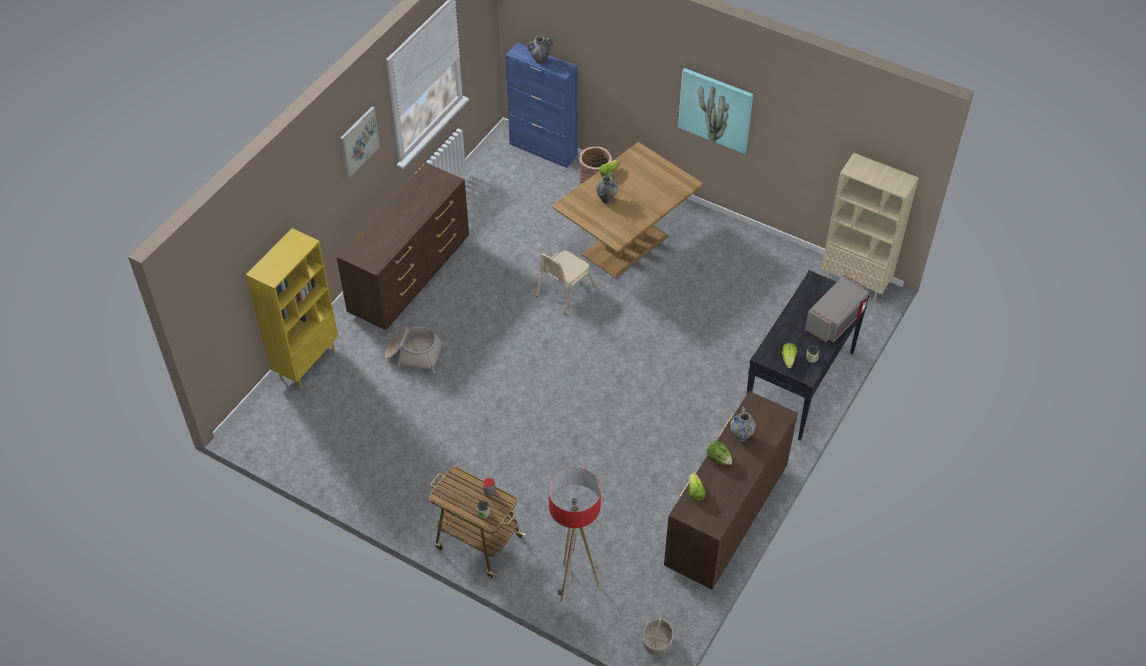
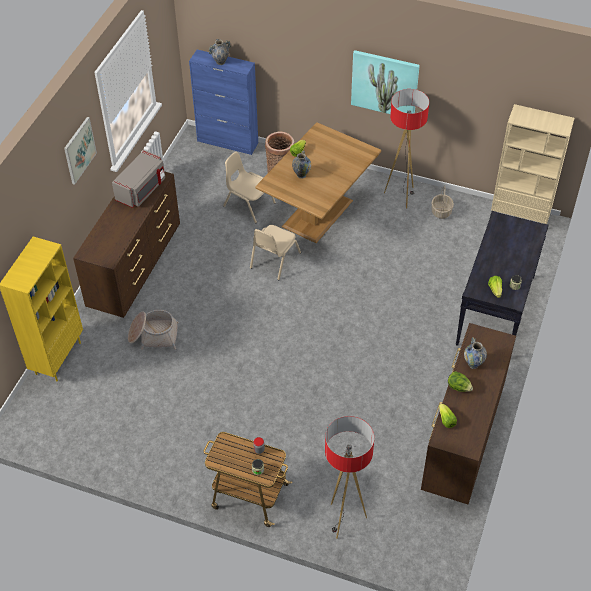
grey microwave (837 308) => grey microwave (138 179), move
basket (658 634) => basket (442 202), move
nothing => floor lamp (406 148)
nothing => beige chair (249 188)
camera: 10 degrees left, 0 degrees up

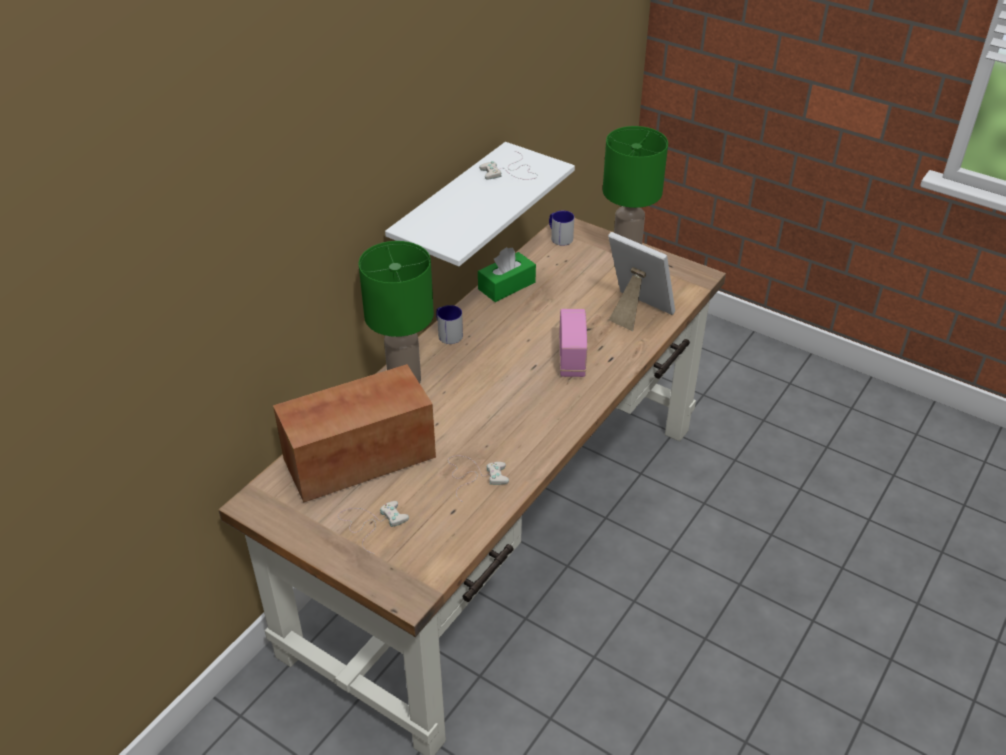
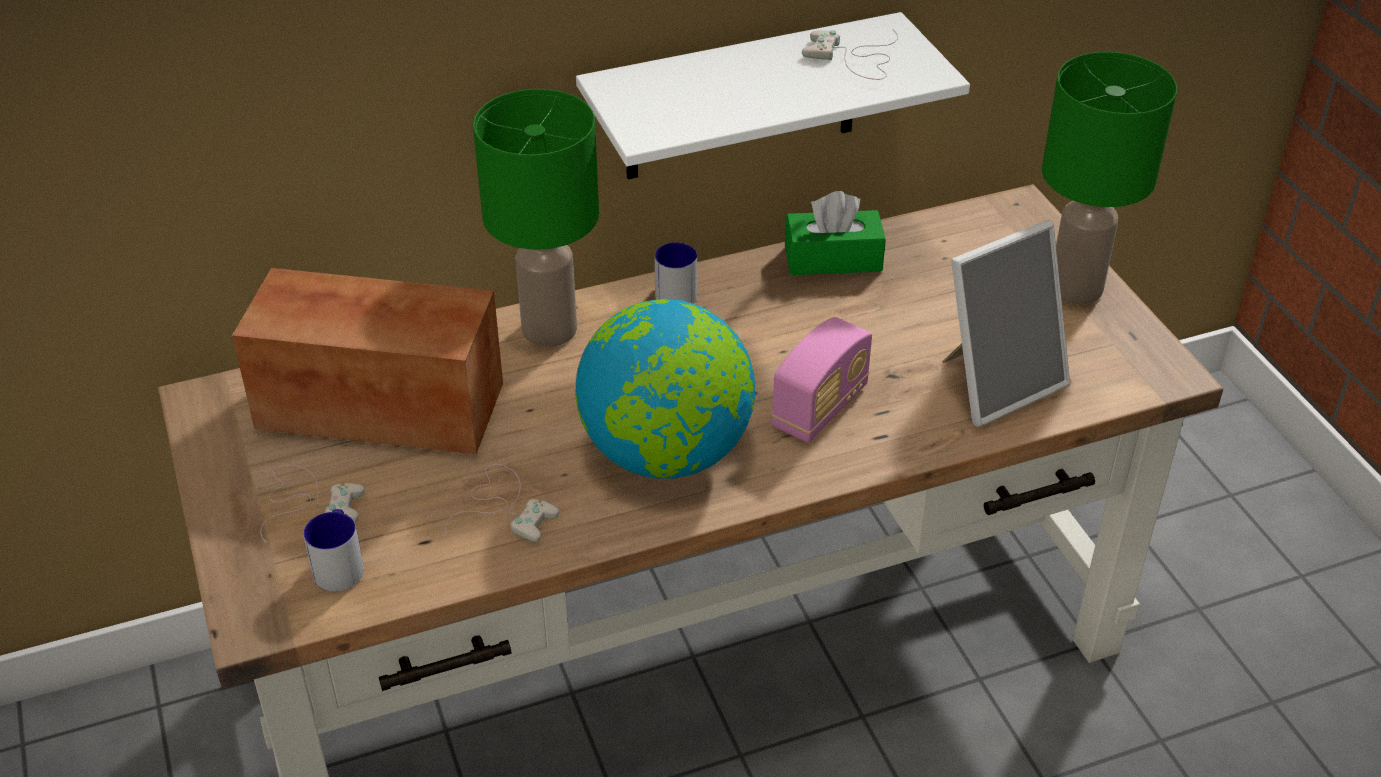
mug (561 228) => mug (333 550), move
picture frame (641 281) => picture frame (1006 323), 75 degrees clockwise
nothing => globe (665 389)
camera: 35 degrees right, 0 degrees up

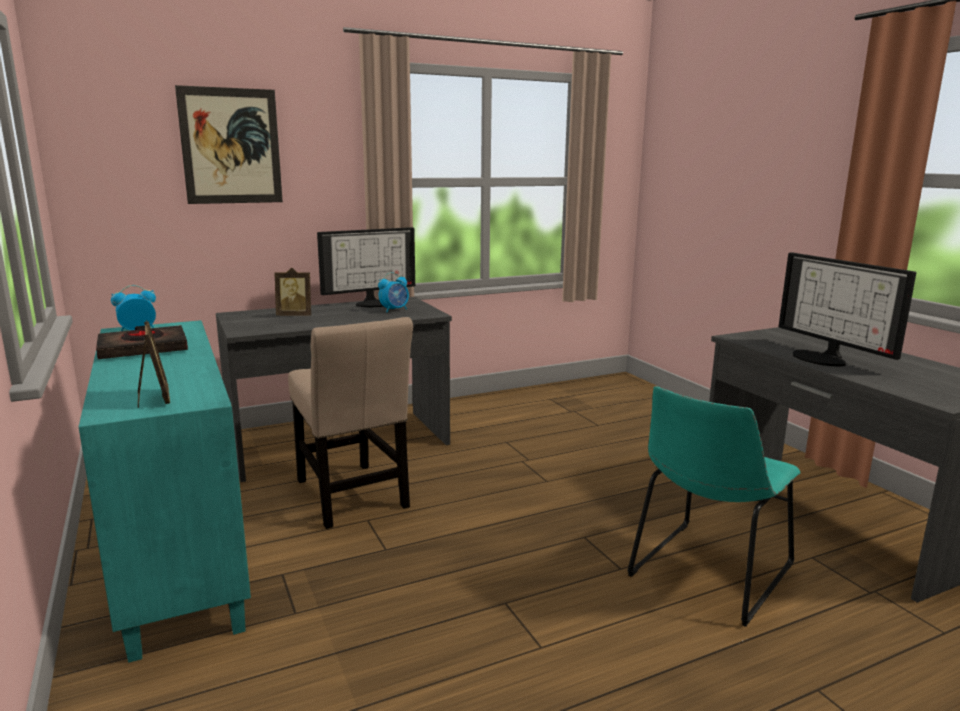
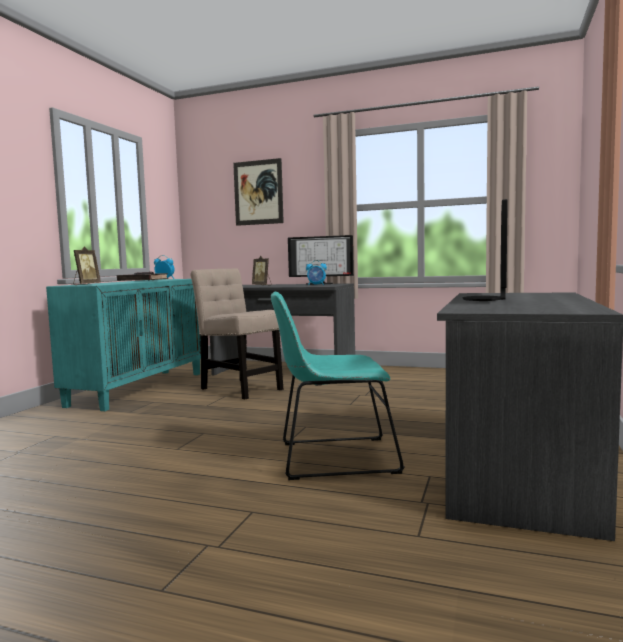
beige chair (350 423) => beige chair (237 333), 120 degrees clockwise
camera: 45 degrees right, 10 degrees down

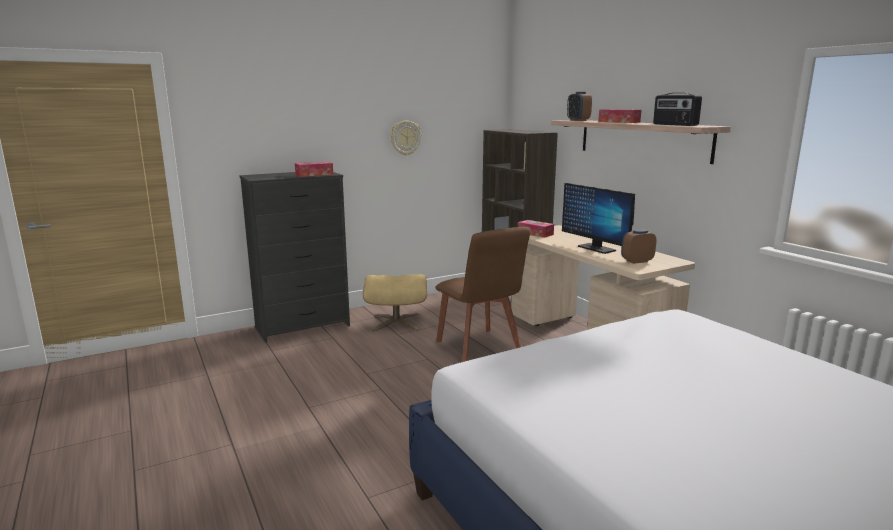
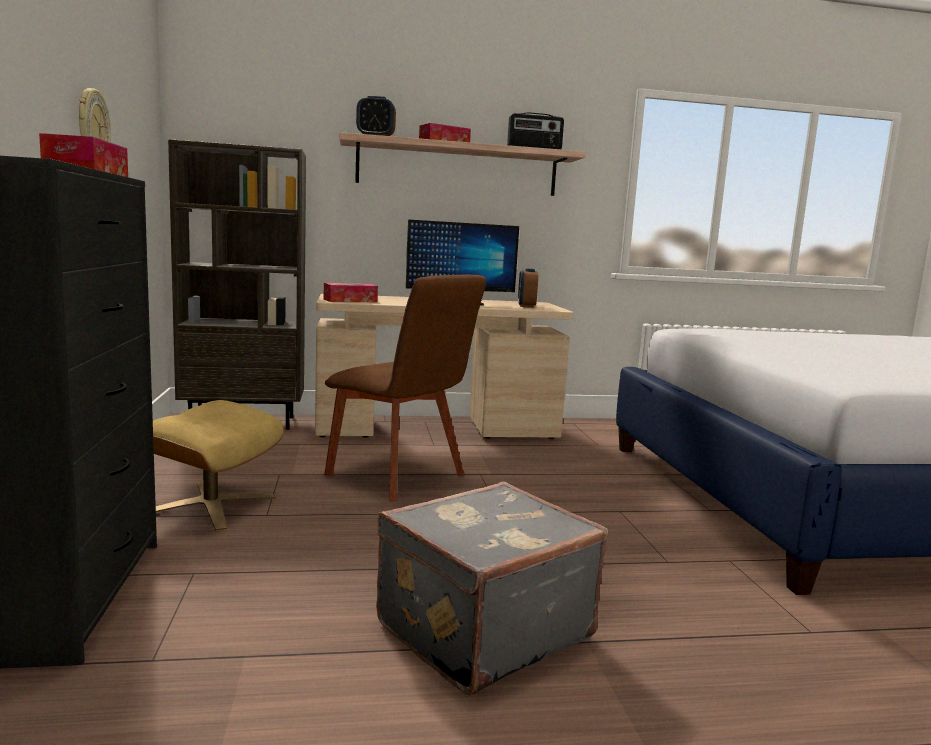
brown chair (483 294) => brown chair (405 388), 45 degrees clockwise
nothing => grey suitcase (492 589)
camera: 70 degrees left, 5 degrees down

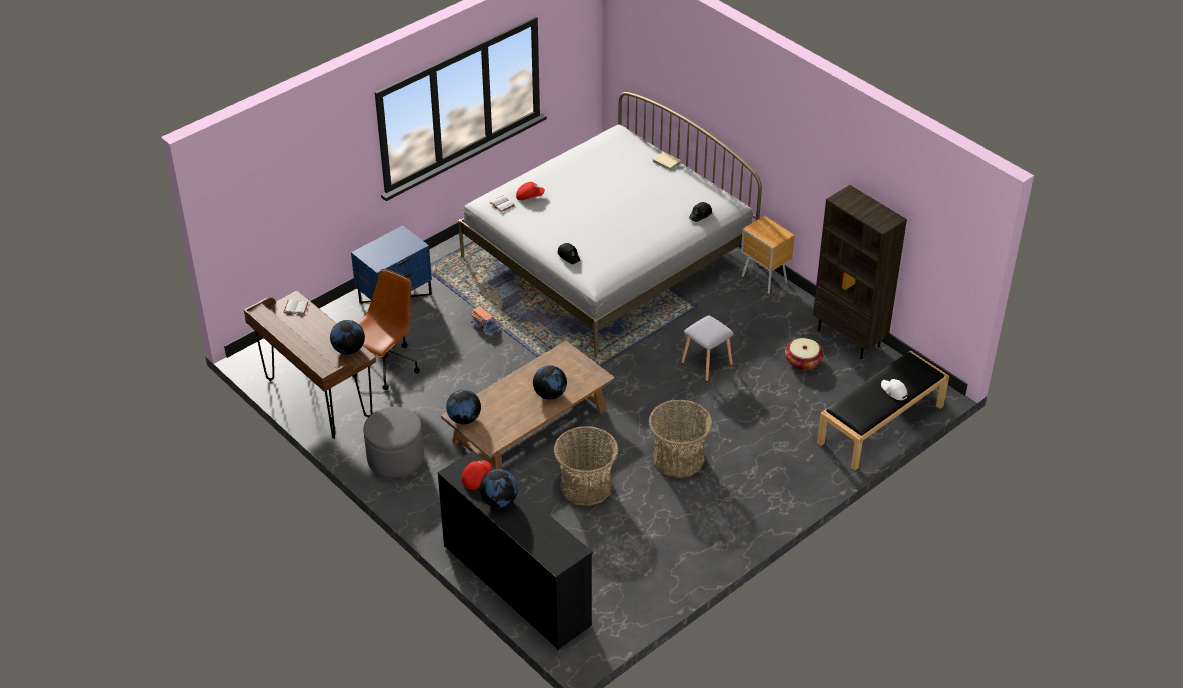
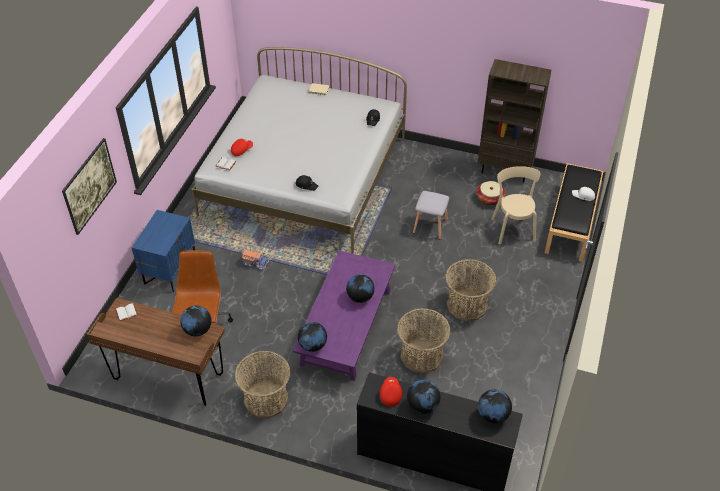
brown nightstand (768 255) => nothing
brown coffee table (528 405) => purple coffee table (344 316)
grey ottoman (393 442) => basket (263 384)
nothing => picture (89 186)
nothing => beige chair (516 205)
nothing => globe (495 406)
camera: 30 degrees left, 5 degrees up

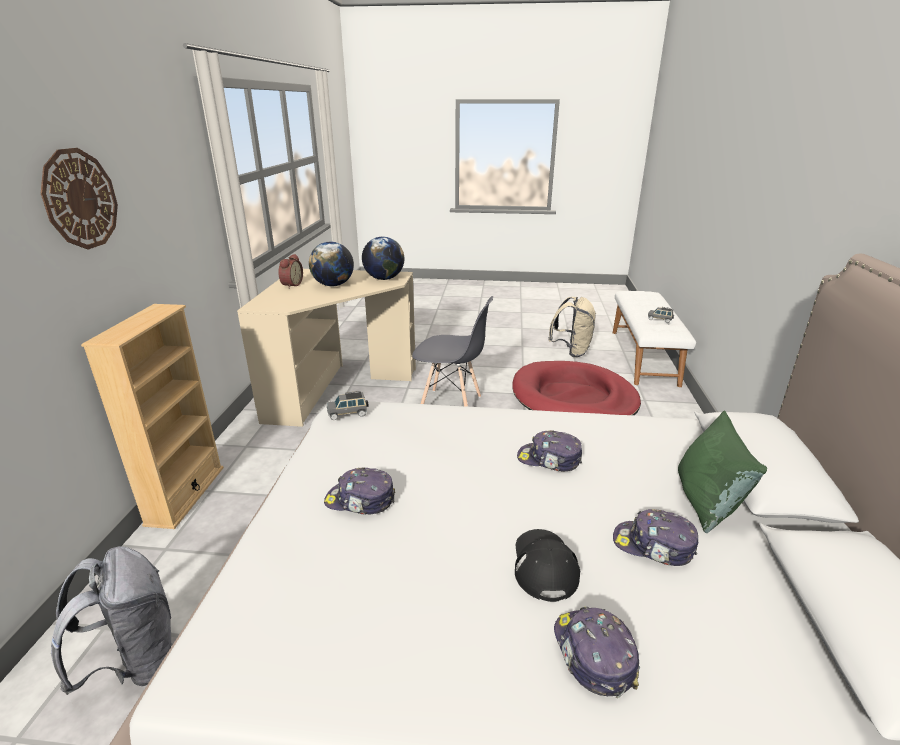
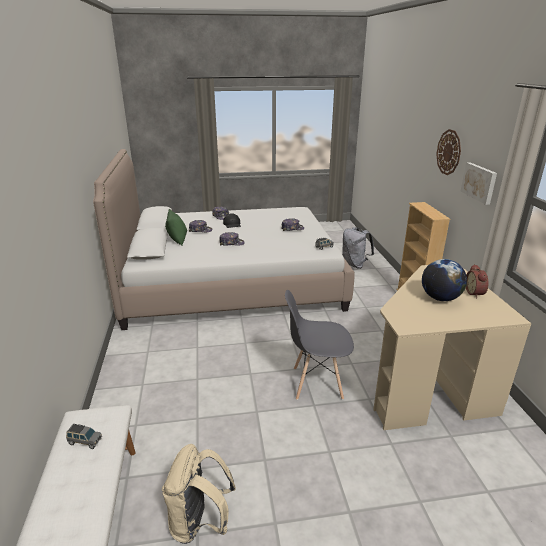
globe (383 258) => nothing
red dog bed (576 388) => nothing
nothing => picture (478 183)
camera: 165 degrees right, 0 degrees up

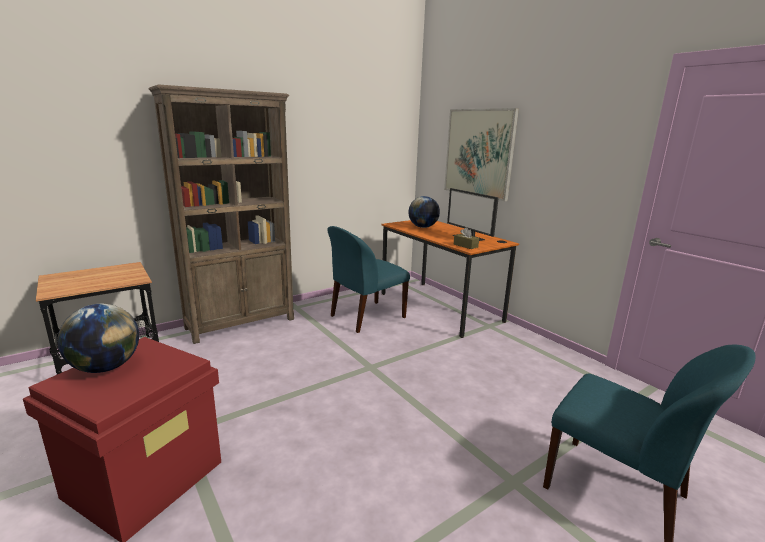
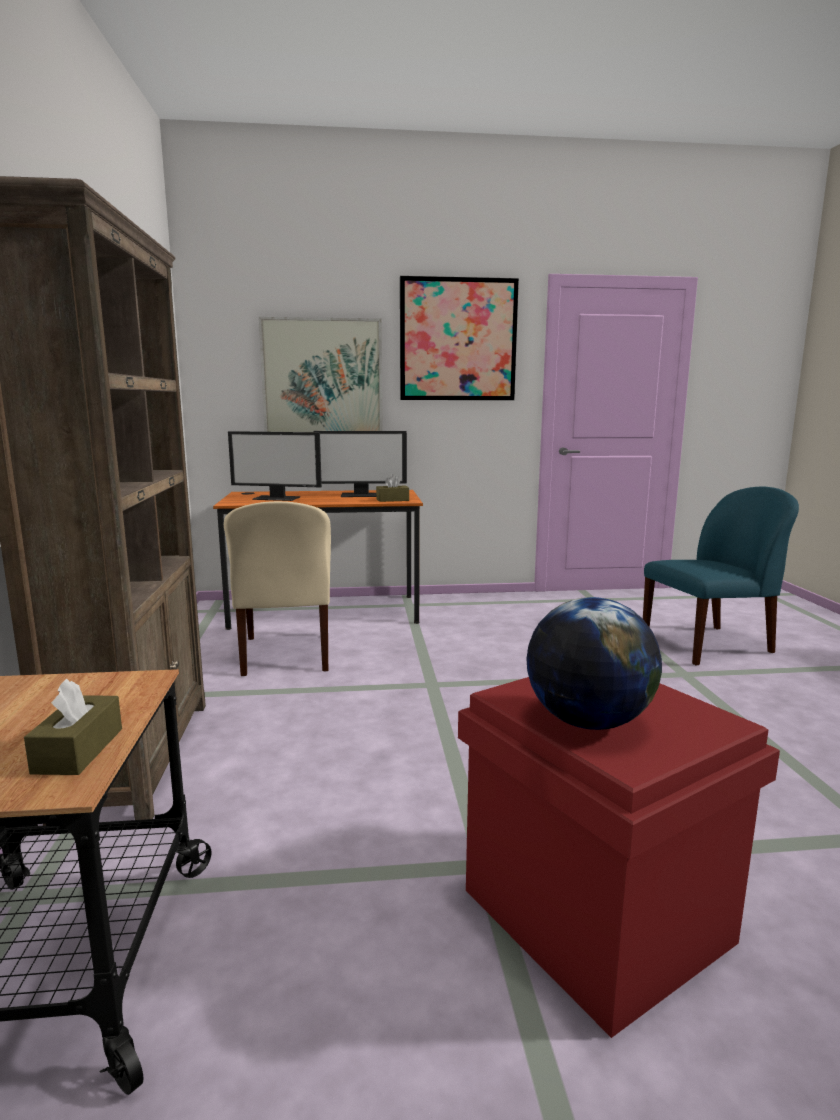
globe (424 212) => monitor (275 466)
blue chair (369 279) => beige chair (277 588)
nothing => picture (459 338)
nothing => brown tissue box (73 726)
camera: 60 degrees left, 5 degrees down

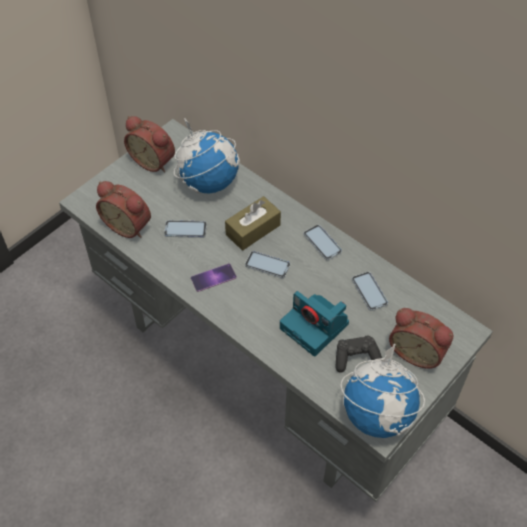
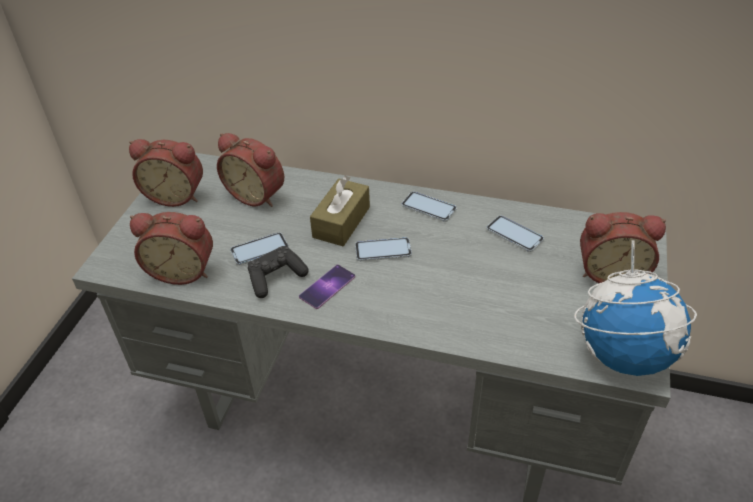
globe (207 156) => alarm clock (250 170)
photo camera (314 323) => nothing
black game controller (359 354) => black game controller (278 272), move
camera: 25 degrees left, 10 degrees down

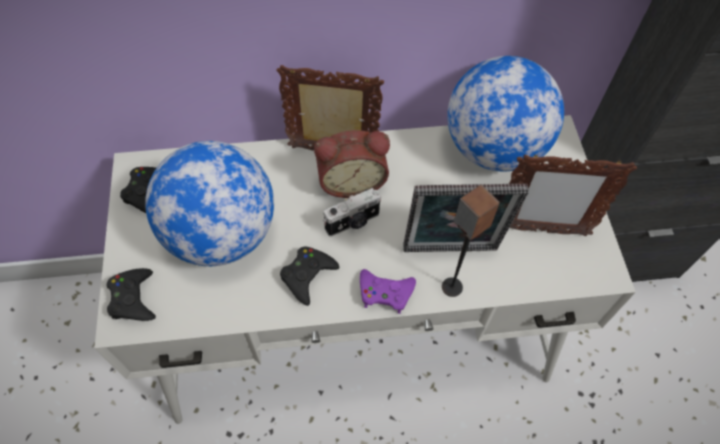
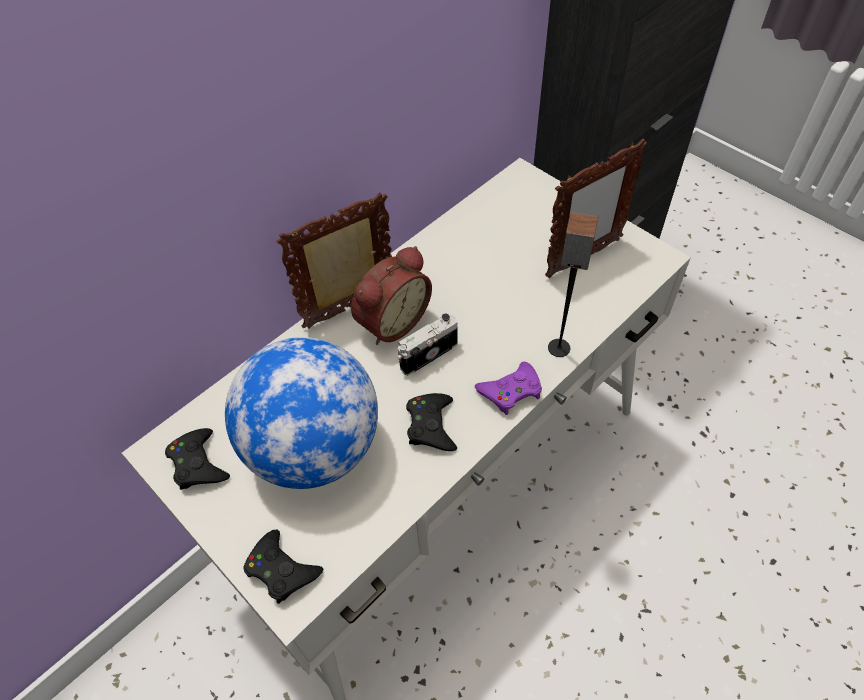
globe (505 113) => nothing
picture frame (466 218) => nothing
photo camera (352 212) => photo camera (428 344), 150 degrees counterclockwise
camera: 35 degrees left, 5 degrees down

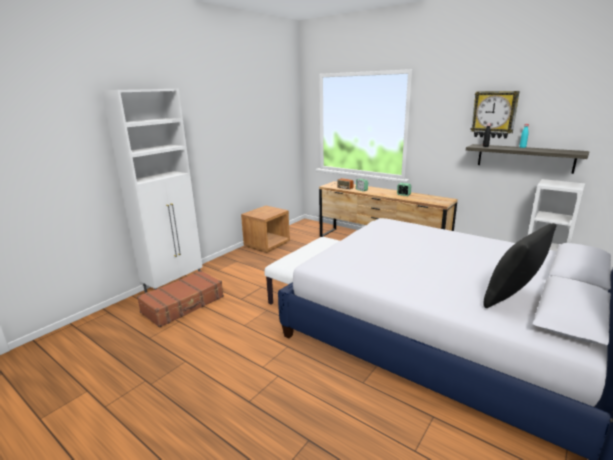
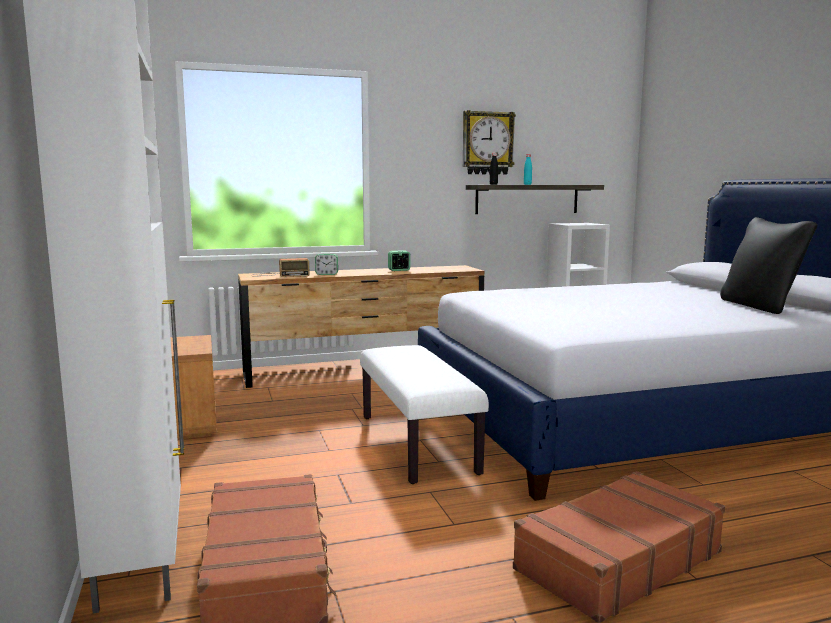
nothing => brown suitcase (619 547)
camera: 55 degrees left, 10 degrees down

